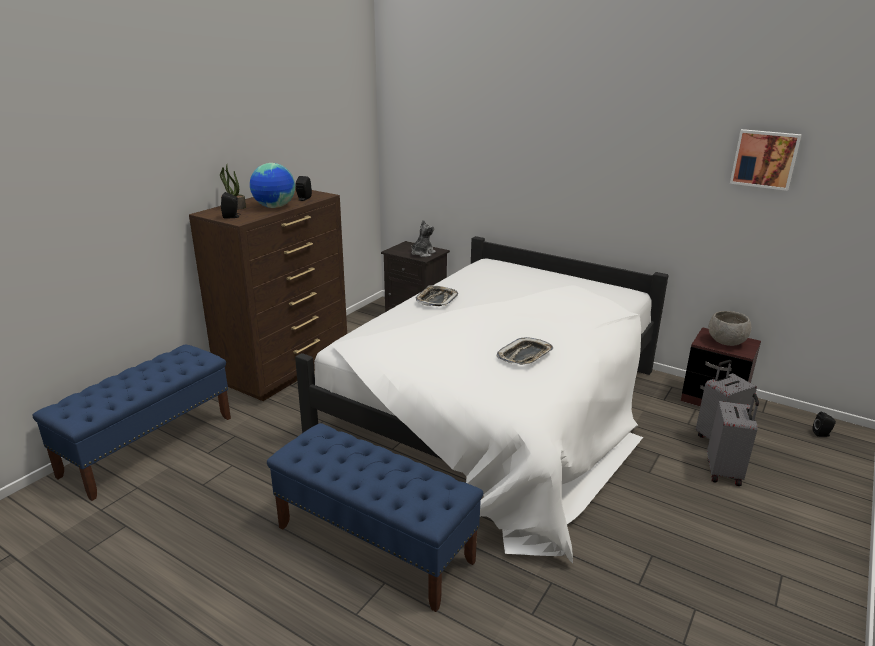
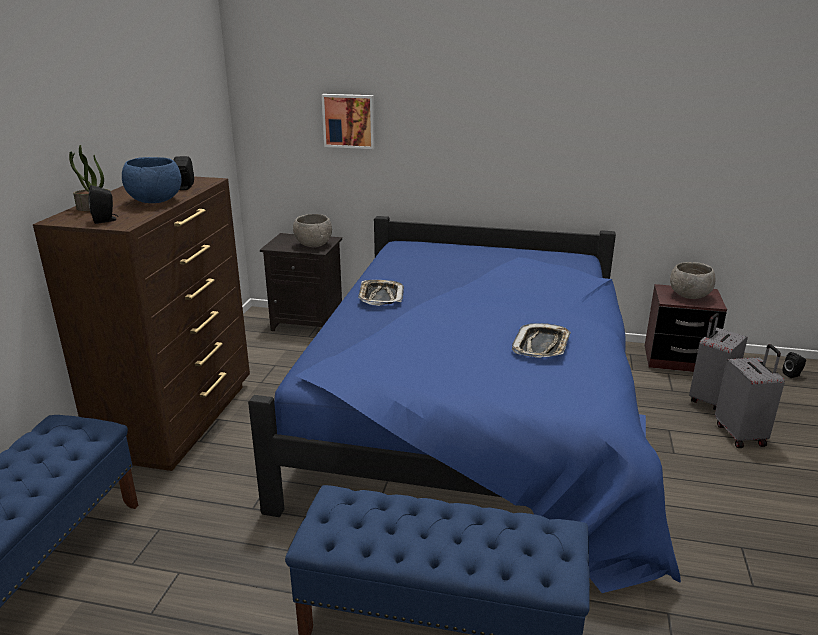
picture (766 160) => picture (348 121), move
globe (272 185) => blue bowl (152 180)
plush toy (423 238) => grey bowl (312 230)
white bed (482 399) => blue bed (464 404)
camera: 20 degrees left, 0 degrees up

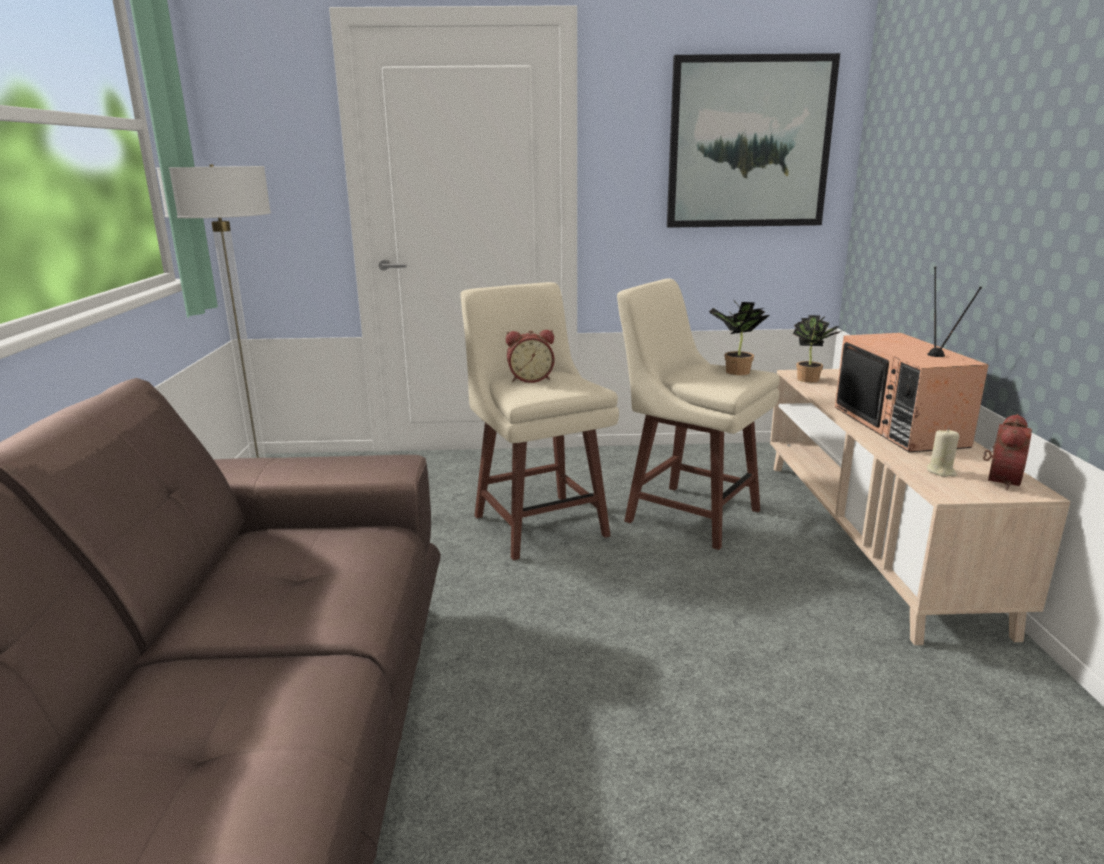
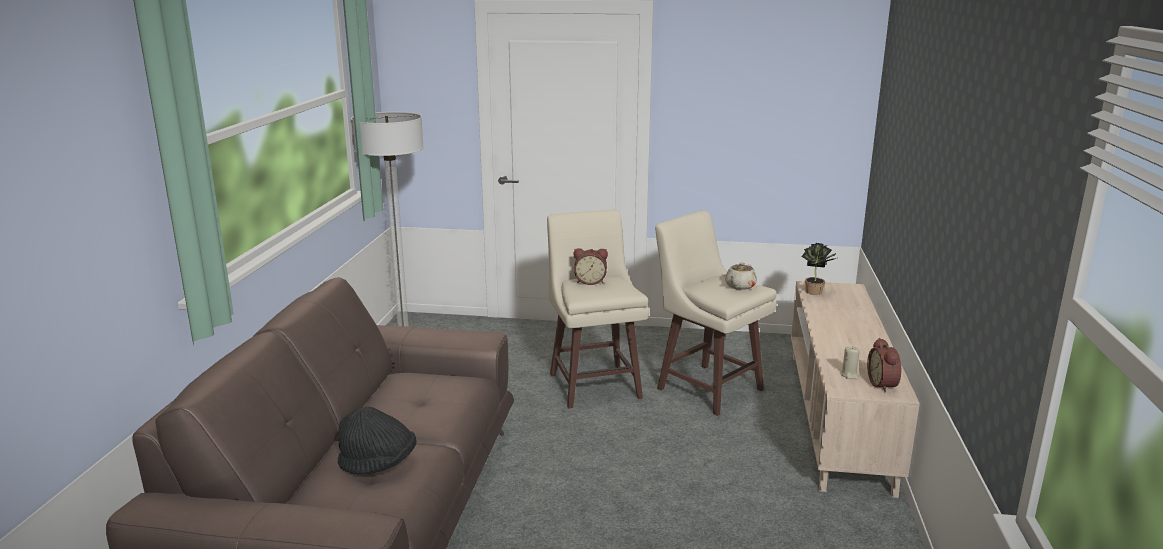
picture (753 140) => nothing
television (911 359) => nothing
potted plant (739 337) => beige teapot (741 276)
alarm clock (1007 452) => alarm clock (884 365), 135 degrees clockwise
nothing => black hat (377 441)
camera: 10 degrees right, 0 degrees up

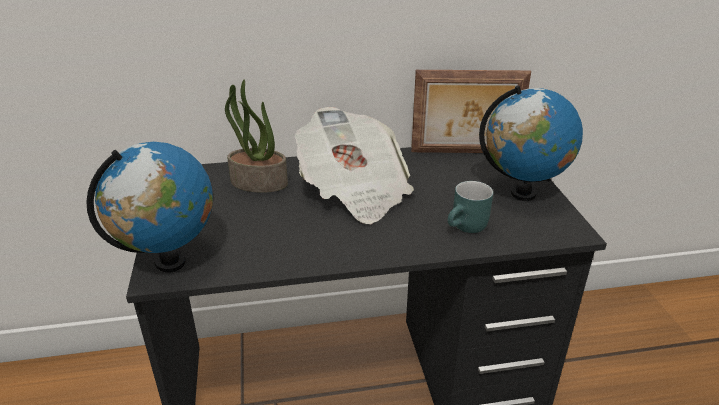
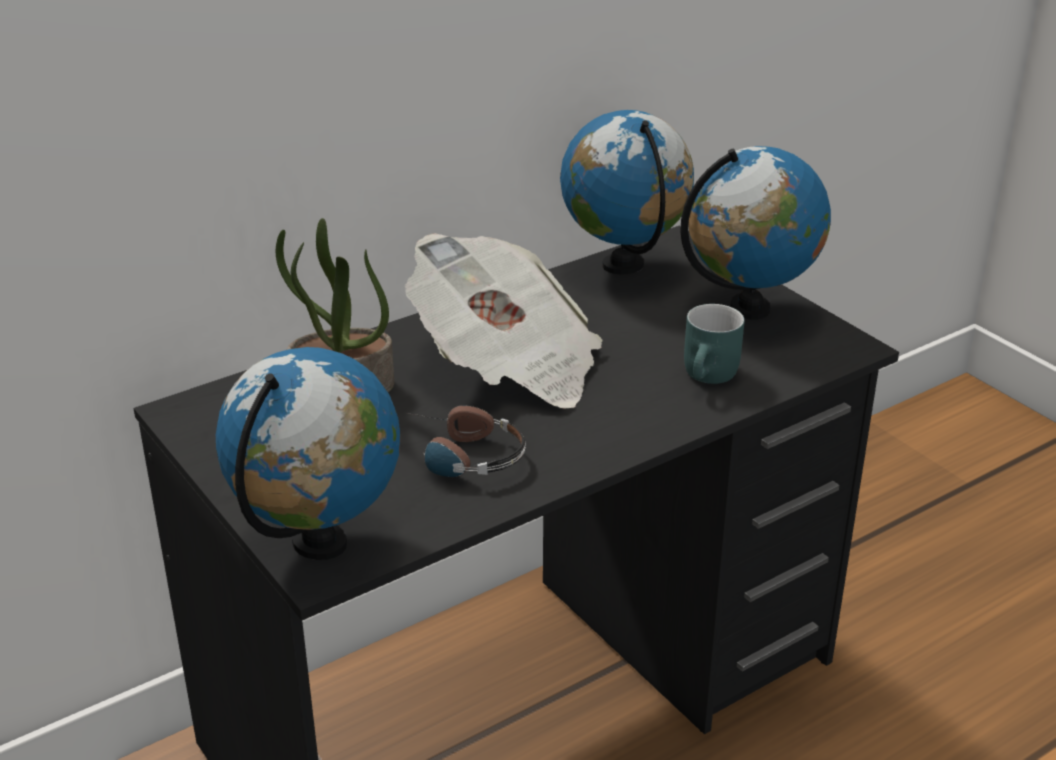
picture frame (471 111) => globe (627 192)
nothing => headphones (465 441)
camera: 25 degrees left, 0 degrees up

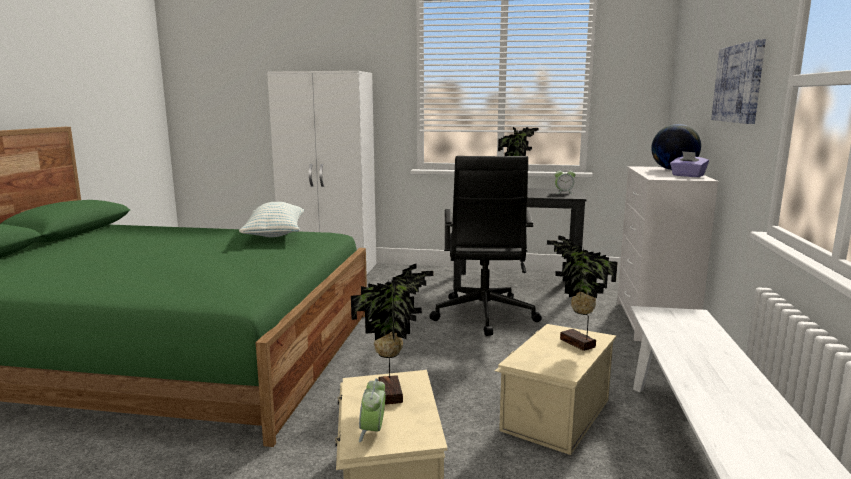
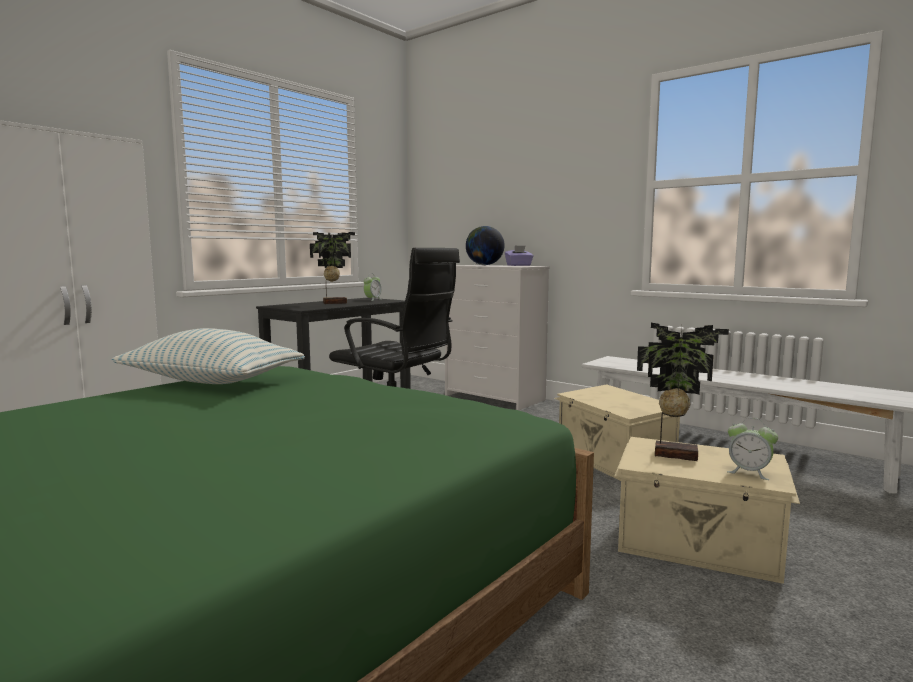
picture (738 81) => nothing
potted plant (582 293) => nothing
camera: 60 degrees left, 5 degrees down

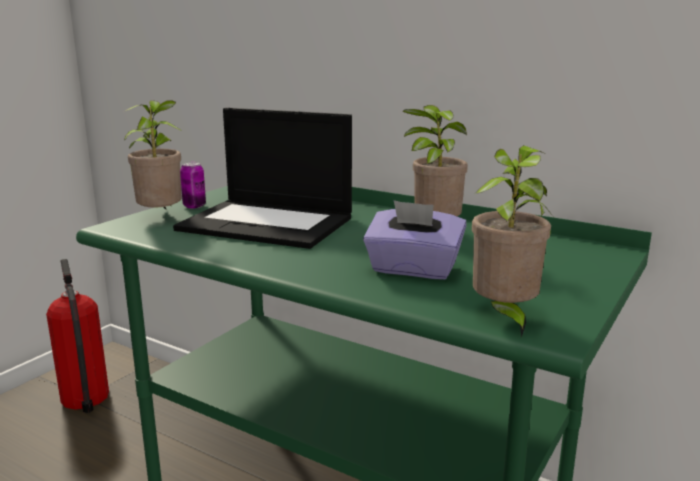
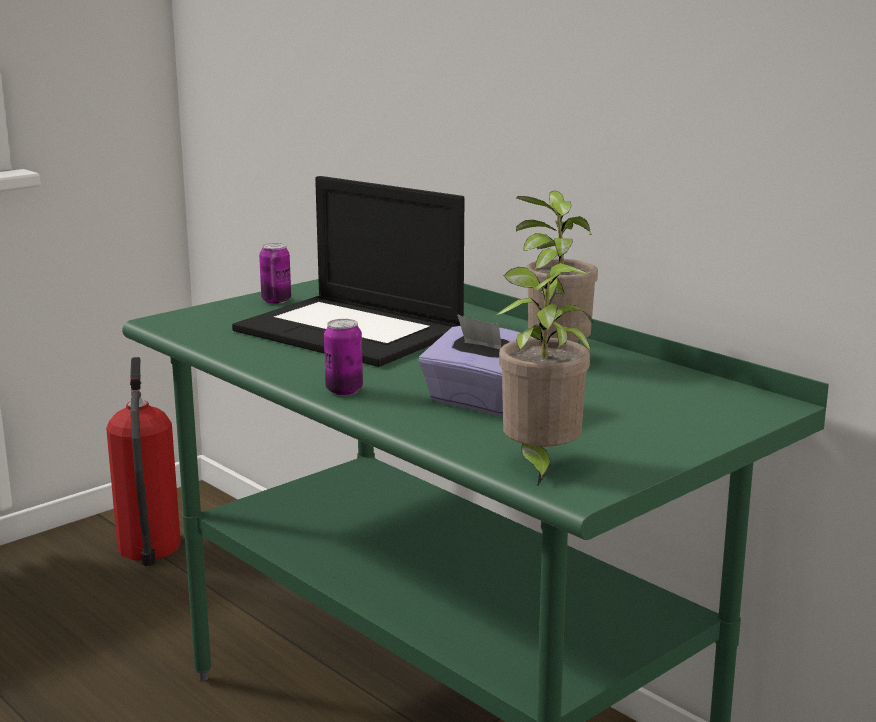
potted plant (153 155) => nothing
nothing => can (343 357)
camera: 15 degrees right, 0 degrees up

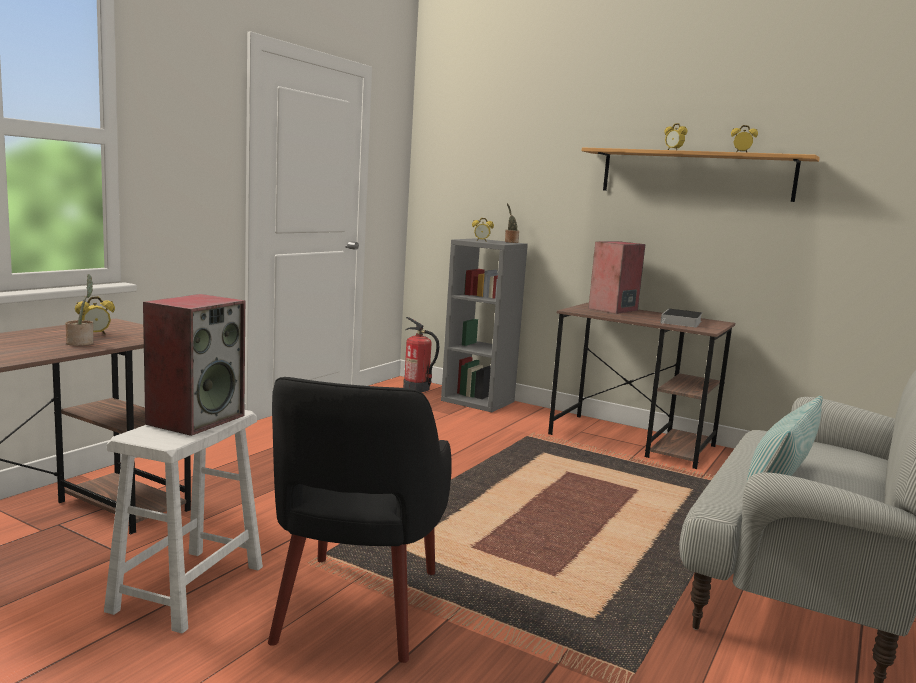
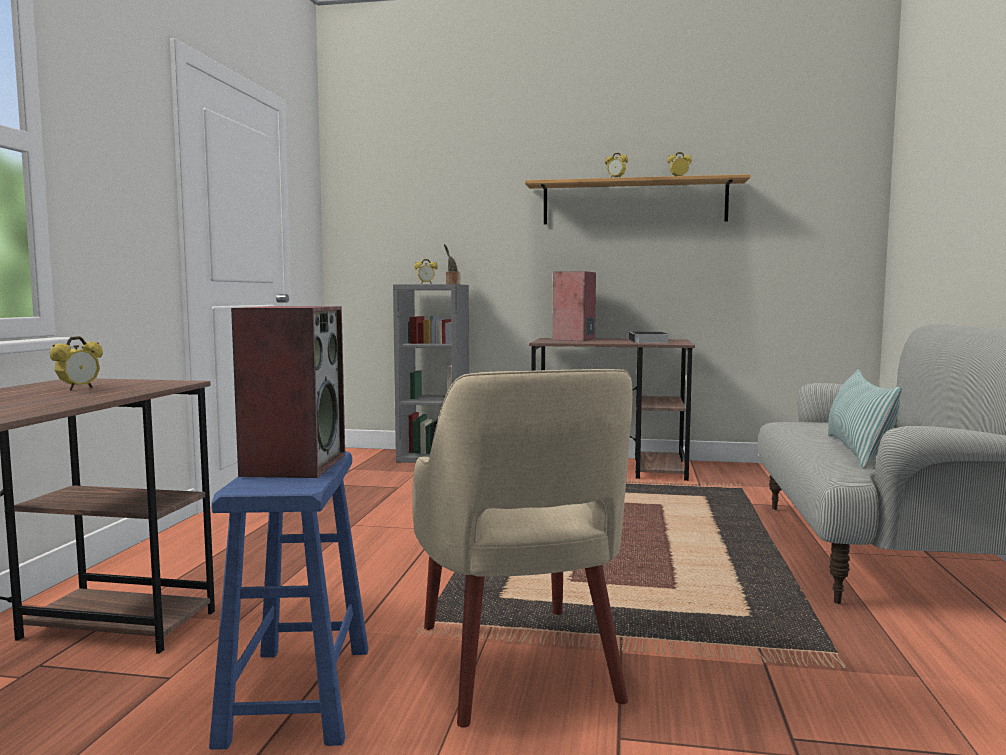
potted plant (79 310) => nothing
fire extinguisher (421 354) => nothing
black armchair (360 520) => beige armchair (522 548)
white stool (183 522) => blue stool (289 600)
camera: 20 degrees left, 5 degrees down

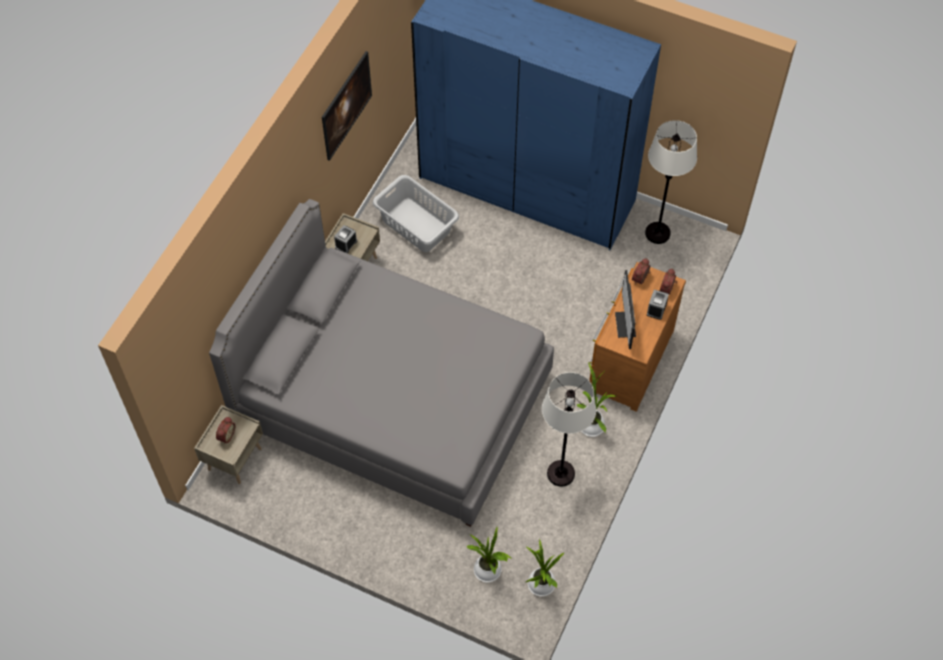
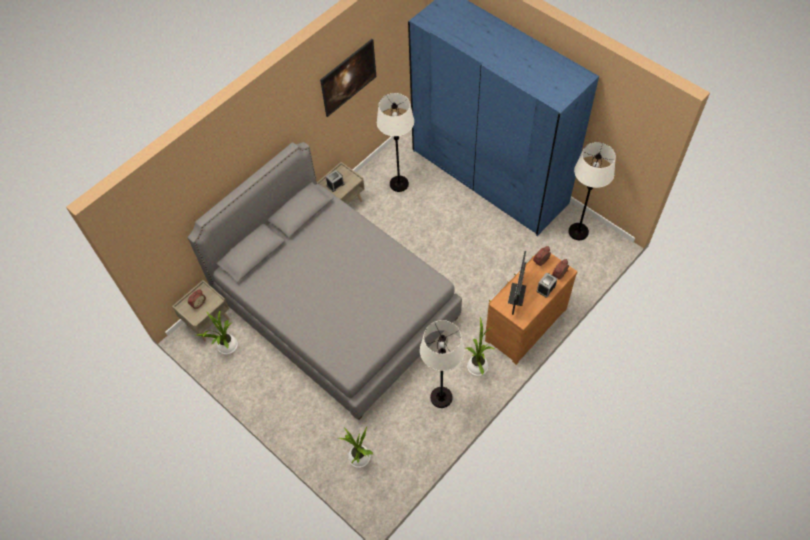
grey laundry basket (416 213) => white floor lamp (395 142)
potted plant (545 567) => potted plant (217 332), move
camera: 20 degrees right, 0 degrees up

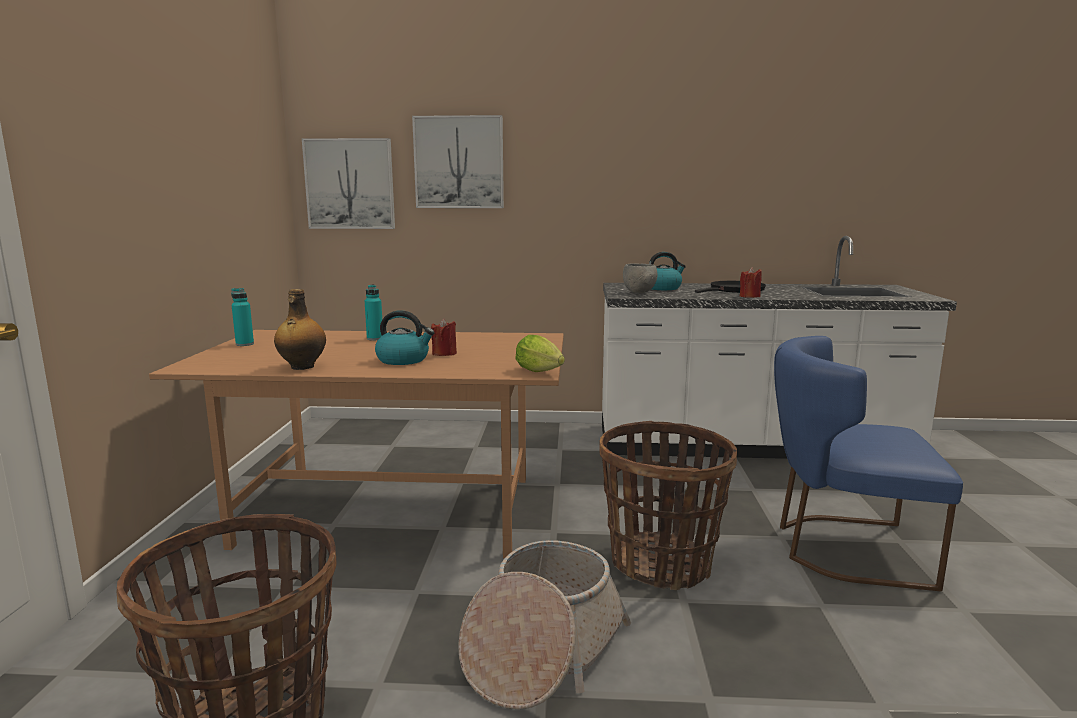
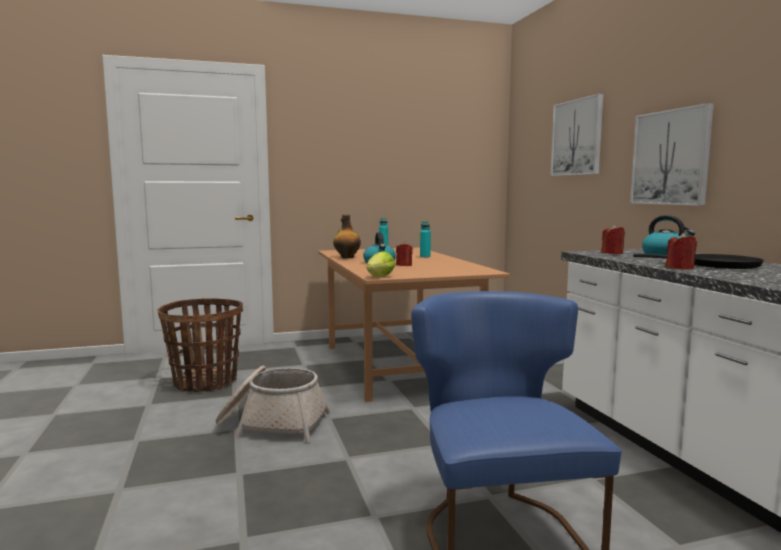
picture (348 183) => picture (672 154), move
grey bowl (640 278) => red candle (613 239)
basket (668 505) => nothing
camera: 70 degrees right, 5 degrees down

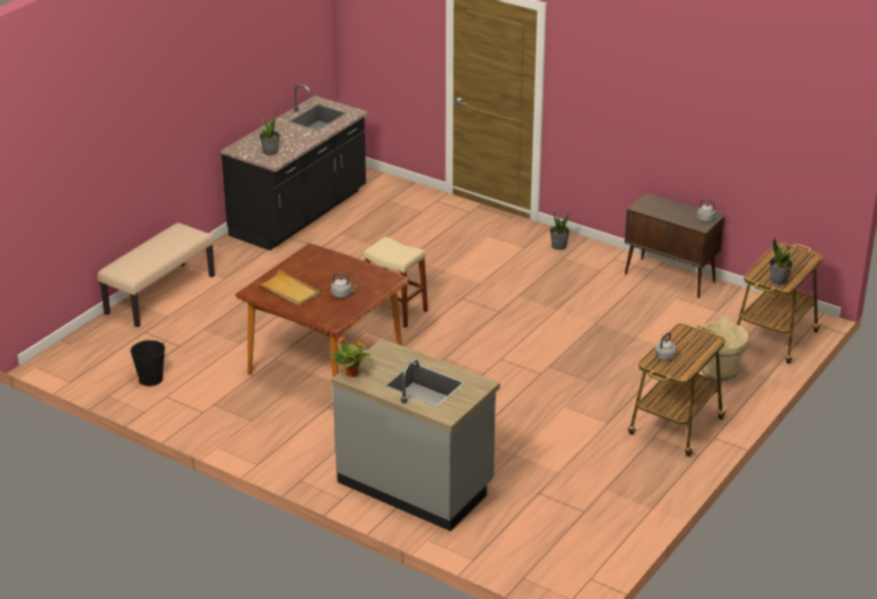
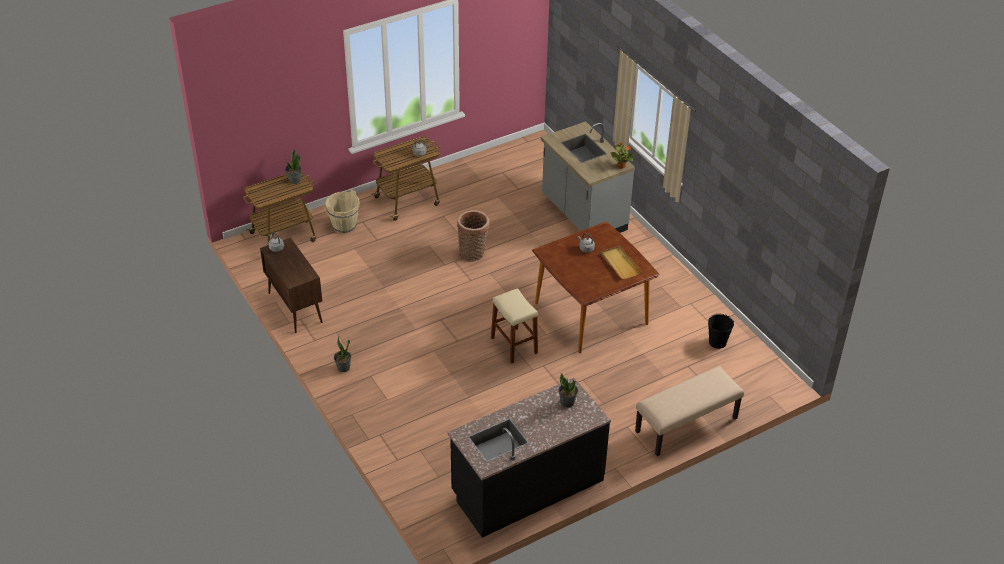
nothing => basket (473 236)
camera: 155 degrees left, 10 degrees up

